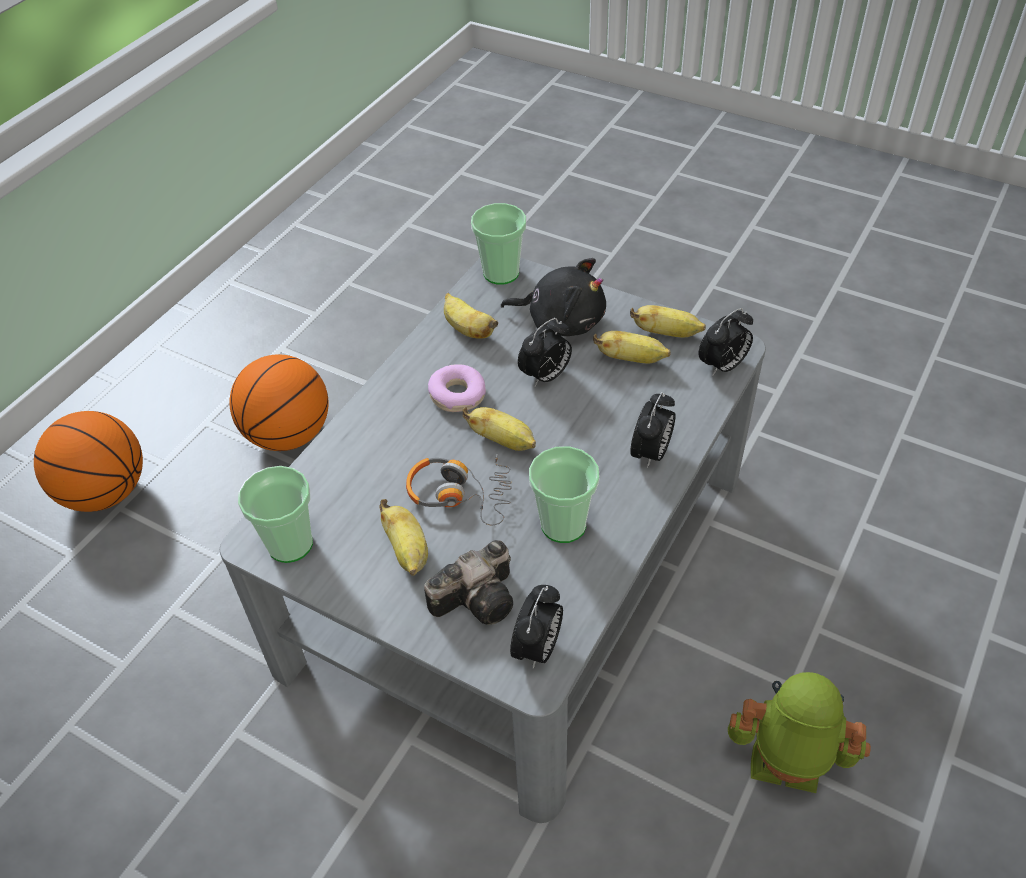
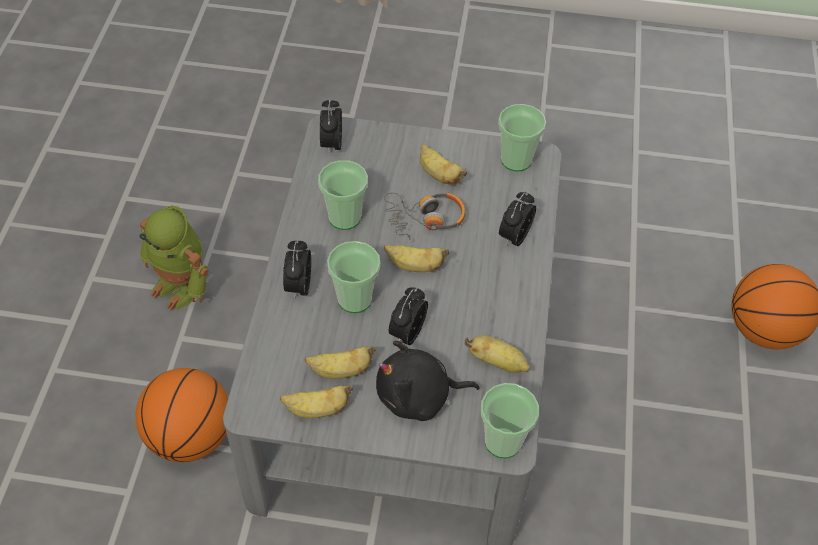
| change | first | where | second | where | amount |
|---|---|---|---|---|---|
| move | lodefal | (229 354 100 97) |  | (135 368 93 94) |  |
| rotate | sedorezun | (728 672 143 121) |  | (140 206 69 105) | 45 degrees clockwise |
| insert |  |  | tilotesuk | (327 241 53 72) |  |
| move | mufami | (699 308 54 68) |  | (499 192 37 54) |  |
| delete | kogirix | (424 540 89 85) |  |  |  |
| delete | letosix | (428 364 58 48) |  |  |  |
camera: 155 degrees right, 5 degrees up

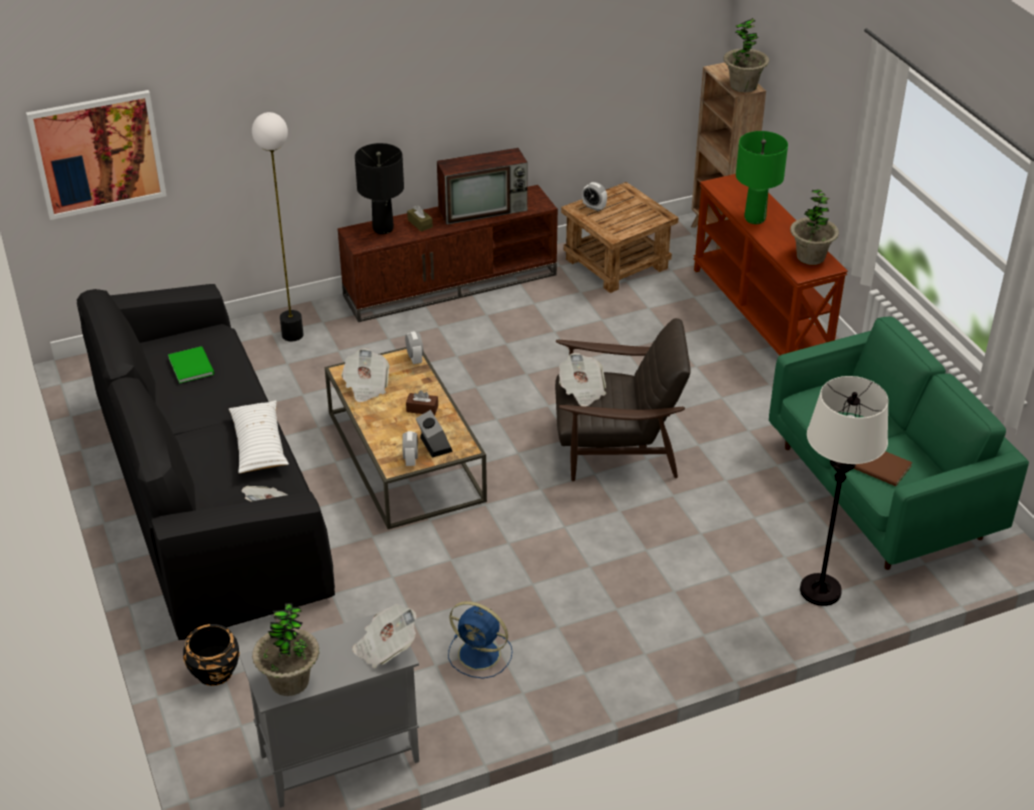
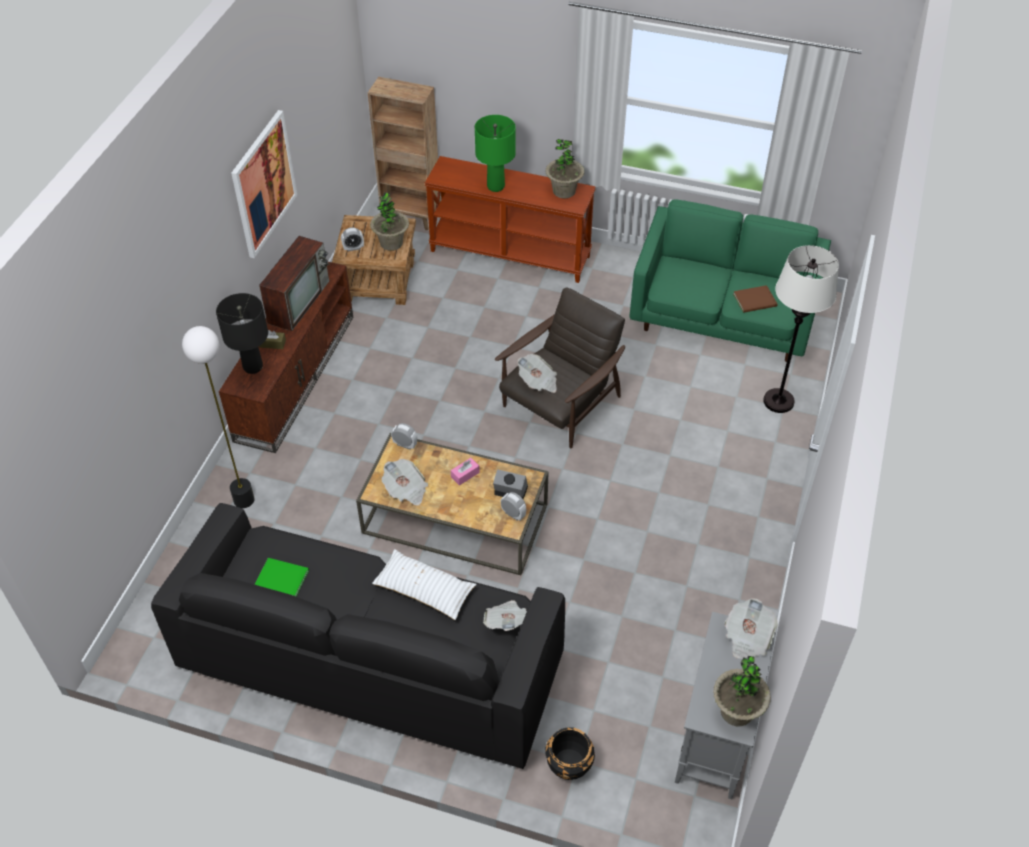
| change | first | where | second | where | amount |
|---|---|---|---|---|---|
| move | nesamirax | (26 90 141 130) |  | (231 110 66 148) |  |
| move | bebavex | (723 18 46 74) |  | (370 192 39 59) |  |
| recolor | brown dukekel | (406 390 32 26) | pink dukekel | (451 458 29 27) |  |
| delete | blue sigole | (448 601 65 77) |  |  |  |
camera: 50 degrees left, 10 degrees up

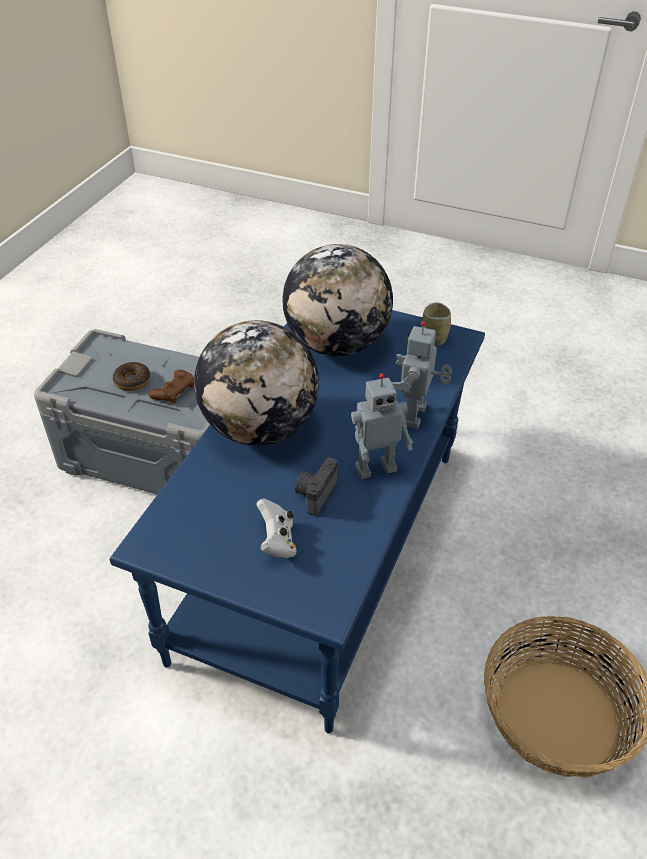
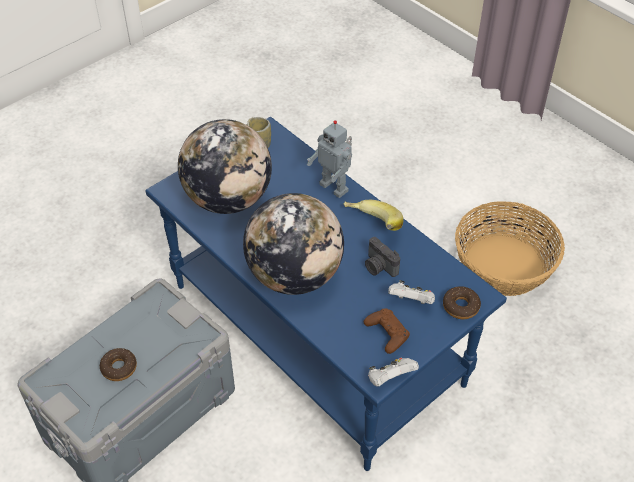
| change | first | where | second | where | amount |
|---|---|---|---|---|---|
| replace | sedorezun | (351 373 62 106) | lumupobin | (344 200 59 31) |  |
| move | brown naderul | (149 370 45 34) |  | (364 308 46 46) |  |
| insert |  |  | white naderul | (368 358 51 29) |  |
| insert |  |  | letosix | (443 286 38 33) |  |
camera: 65 degrees left, 5 degrees up

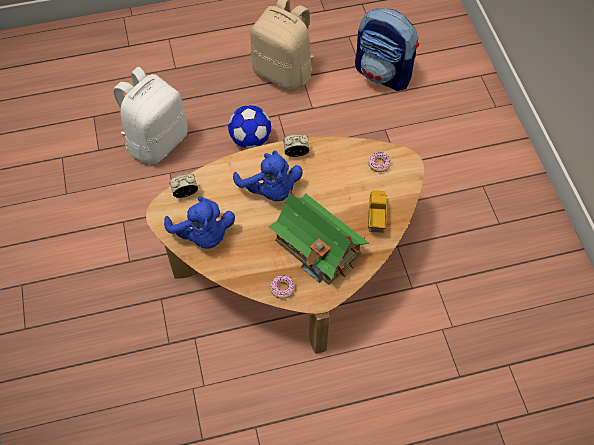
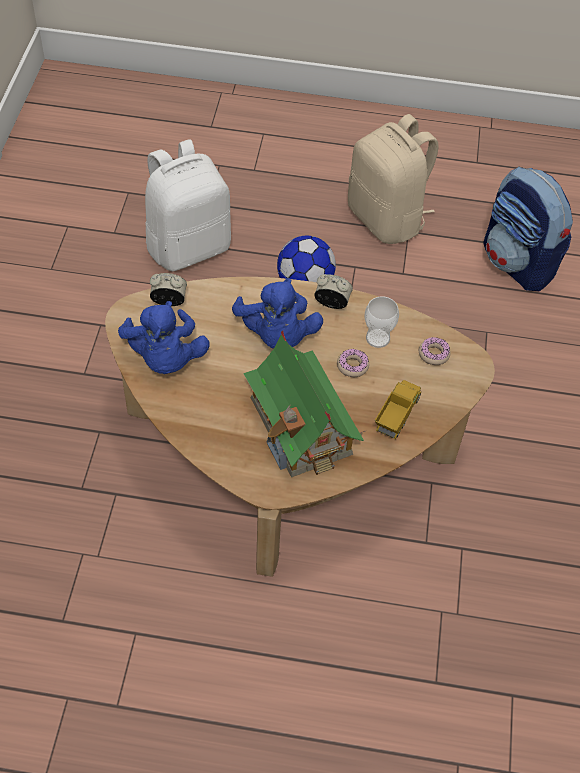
| change | first | where | second | where | amount |
|---|---|---|---|---|---|
| move | letosix | (270 276 25 23) |  | (337 349 32 28) |  |
| insert |  |  | tilotesuk | (364 296 35 52) |  |
camera: 20 degrees right, 5 degrees down

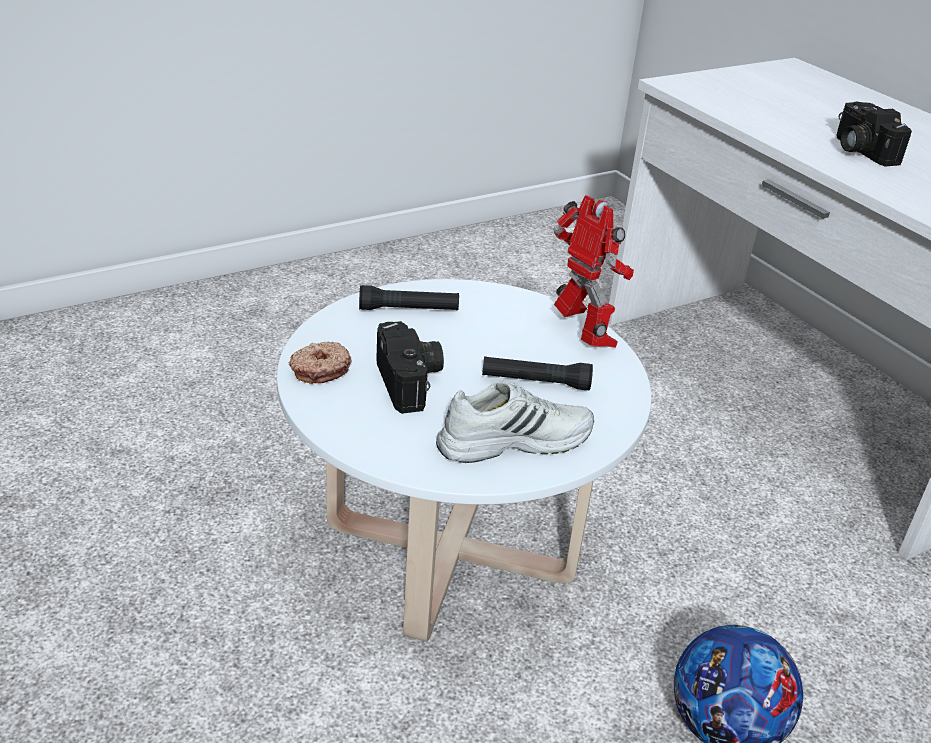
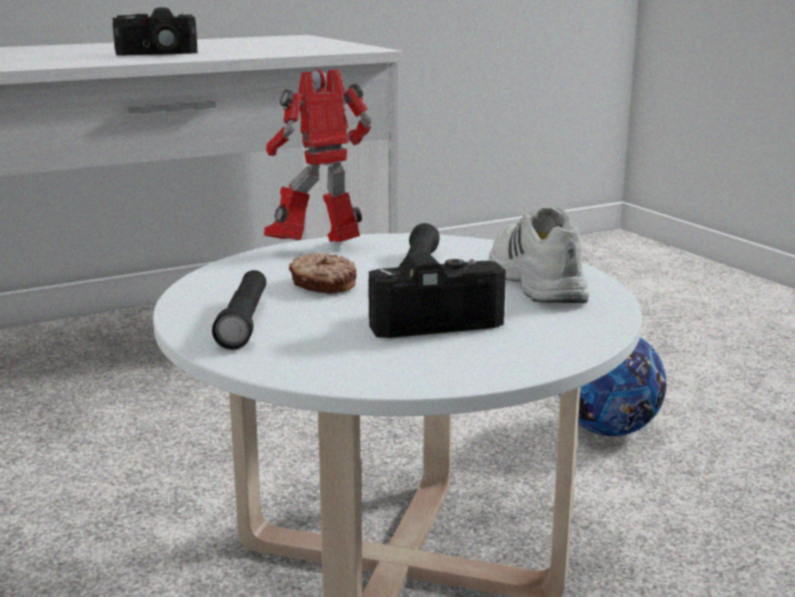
| change | first | where | second | where | amount |
|---|---|---|---|---|---|
| move | letosix | (289 342 62 42) |  | (289 253 68 41) |  |
camera: 85 degrees left, 15 degrees down

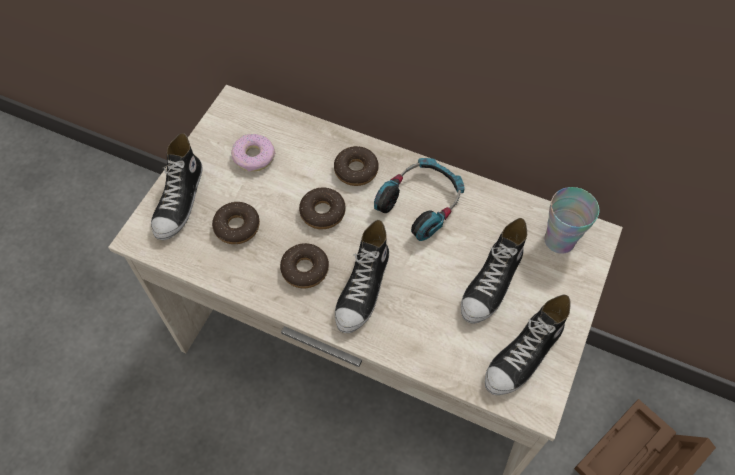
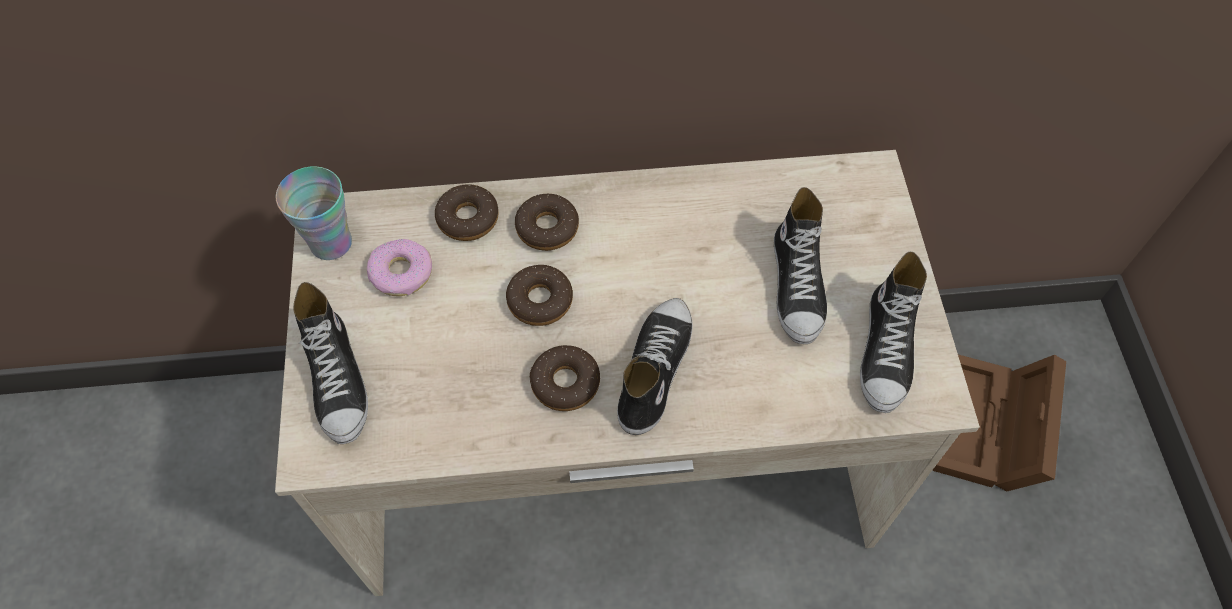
| change | first | where | second | where | amount |
|---|---|---|---|---|---|
| move | tilotesuk | (544 187 55 67) |  | (276 166 76 94) |  |
| move | letosix | (212 202 48 42) |  | (435 184 64 57) |  |
| rotate | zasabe | (335 220 54 113) |  | (617 298 76 137) | 150 degrees counterclockwise |
| delete | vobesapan | (374 158 91 83) |  |  |  |
camera: 30 degrees left, 0 degrees up

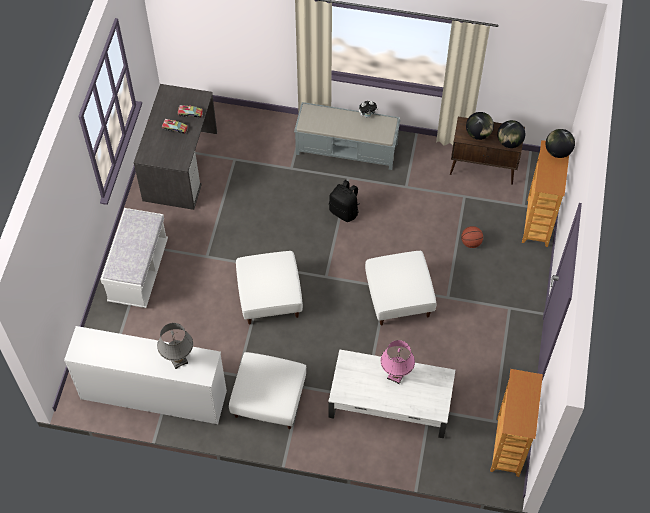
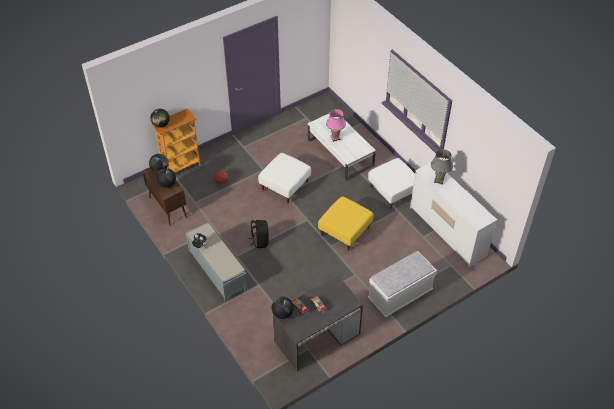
| change | first | where | second | where | amount |
|---|---|---|---|---|---|
| insert |  |  | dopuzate | (272 297 22 22) |  |
| recolor | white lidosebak | (236 251 67 73) | yellow lidosebak | (318 196 55 55) |  |
| delete | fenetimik | (490 369 53 108) |  |  |  |
camera: 135 degrees left, 10 degrees down

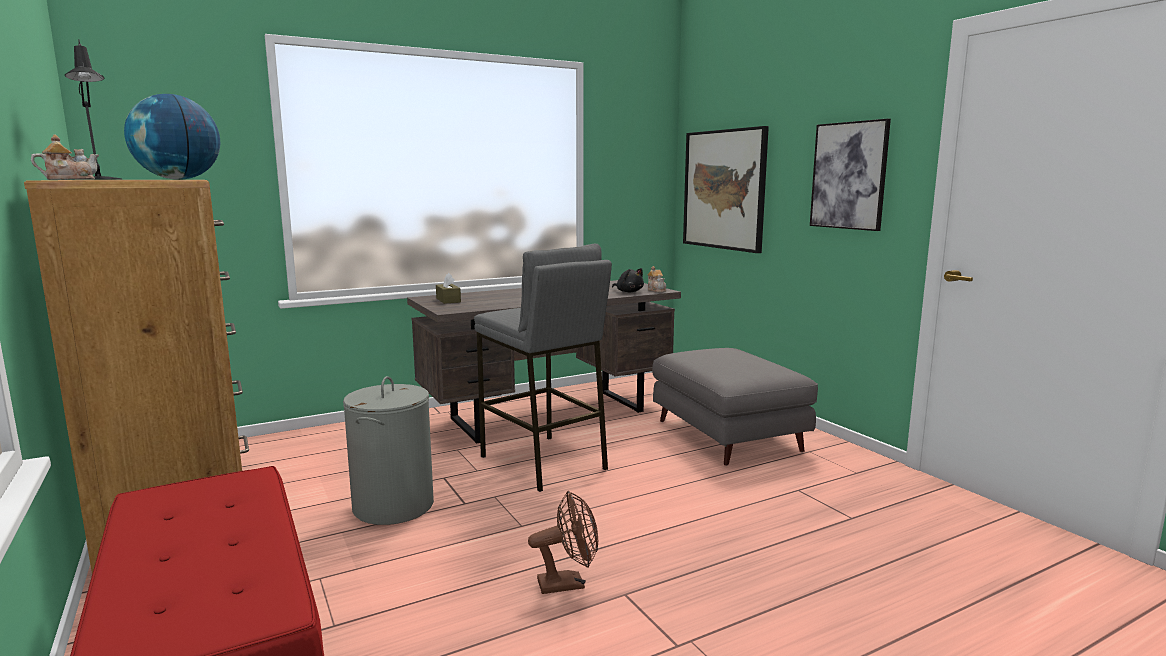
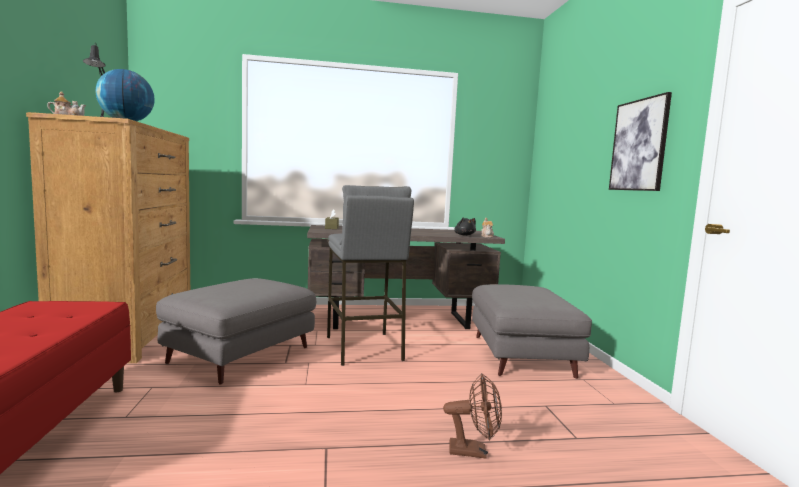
| change | first | where | second | where | amount |
|---|---|---|---|---|---|
| replace | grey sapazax | (343 376 91 149) | grey lidosebak | (156 278 160 107) |  |
| move | brown sigole | (528 491 70 103) |  | (443 373 59 86) |  |
| delete | nesamirax | (683 126 86 127) |  |  |  |
camera: 20 degrees right, 5 degrees down

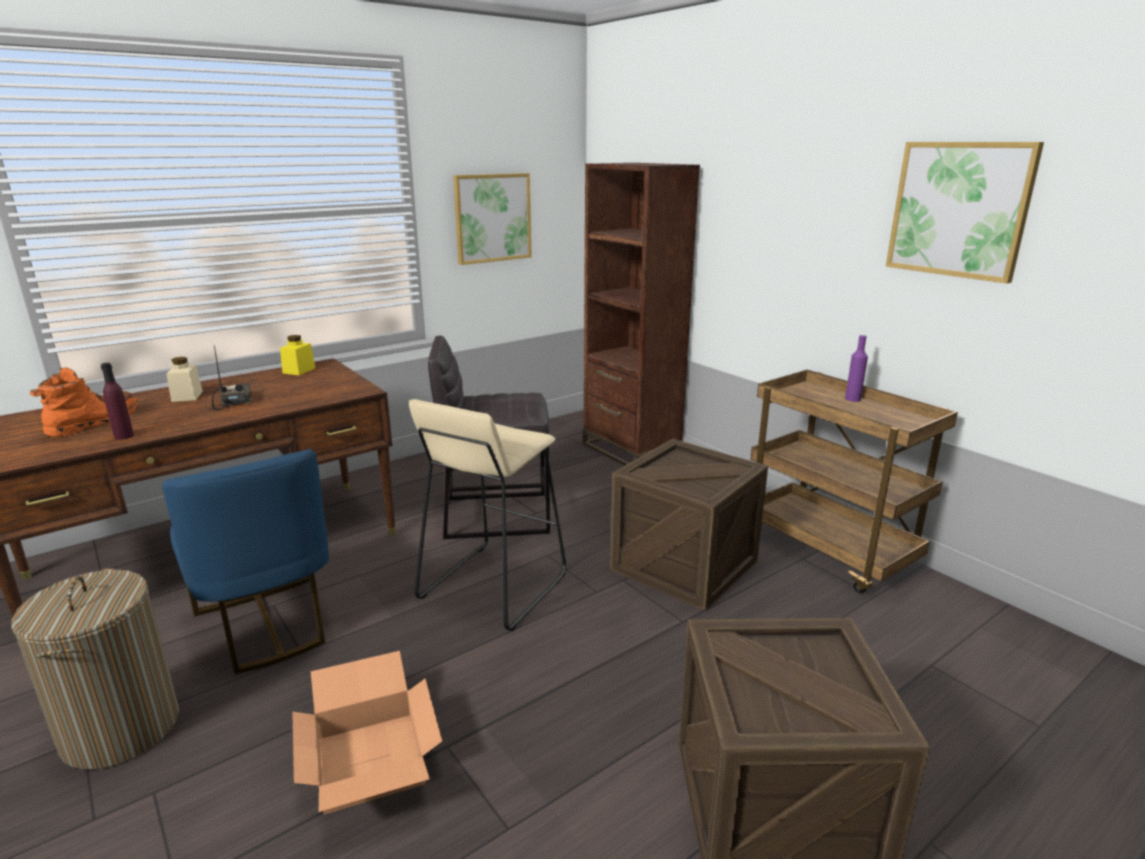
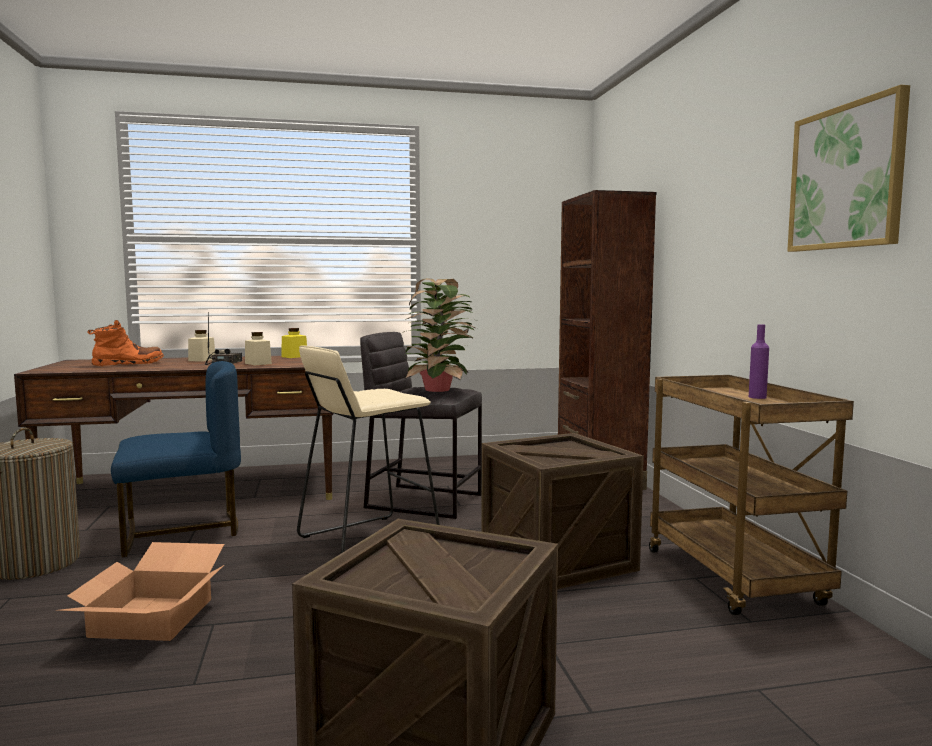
| change | first | where | second | where | amount |
|---|---|---|---|---|---|
| rotate | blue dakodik | (162 449 167 225) |  | (111 361 130 196) | 105 degrees counterclockwise |
| insert |  |  | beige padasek | (245 332 27 33) |  |
| insert |  |  | bebavex | (403 278 74 114) |  |
| delete | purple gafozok | (101 363 33 77) |  |  |  |
| delete | nesamirax | (453 173 79 92) |  |  |  |
camera: 25 degrees right, 15 degrees down

